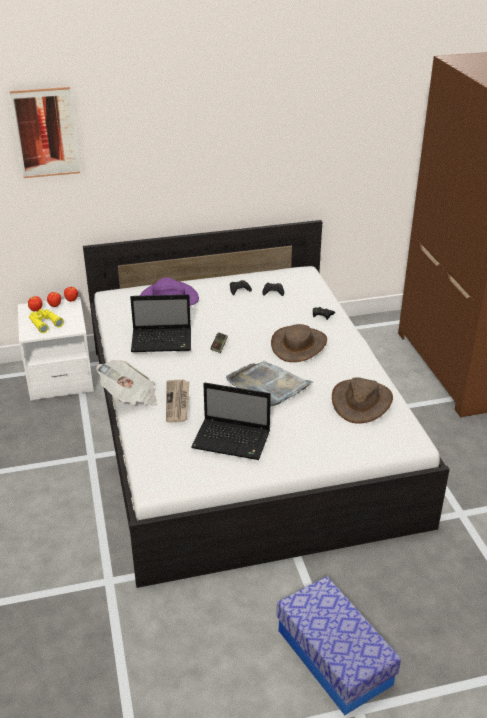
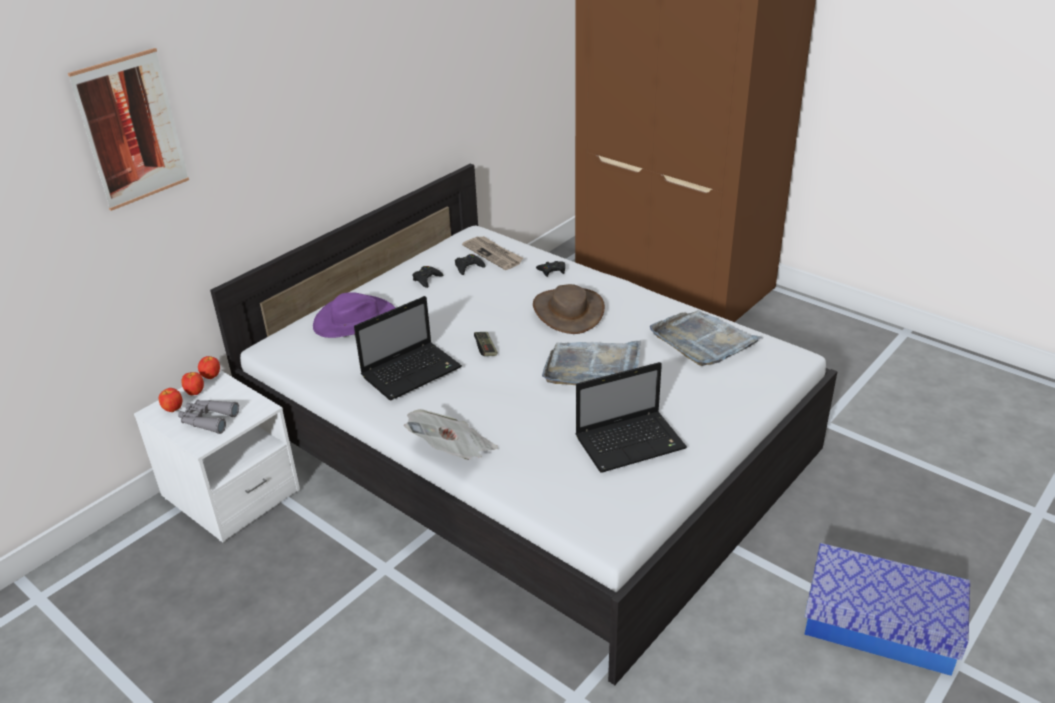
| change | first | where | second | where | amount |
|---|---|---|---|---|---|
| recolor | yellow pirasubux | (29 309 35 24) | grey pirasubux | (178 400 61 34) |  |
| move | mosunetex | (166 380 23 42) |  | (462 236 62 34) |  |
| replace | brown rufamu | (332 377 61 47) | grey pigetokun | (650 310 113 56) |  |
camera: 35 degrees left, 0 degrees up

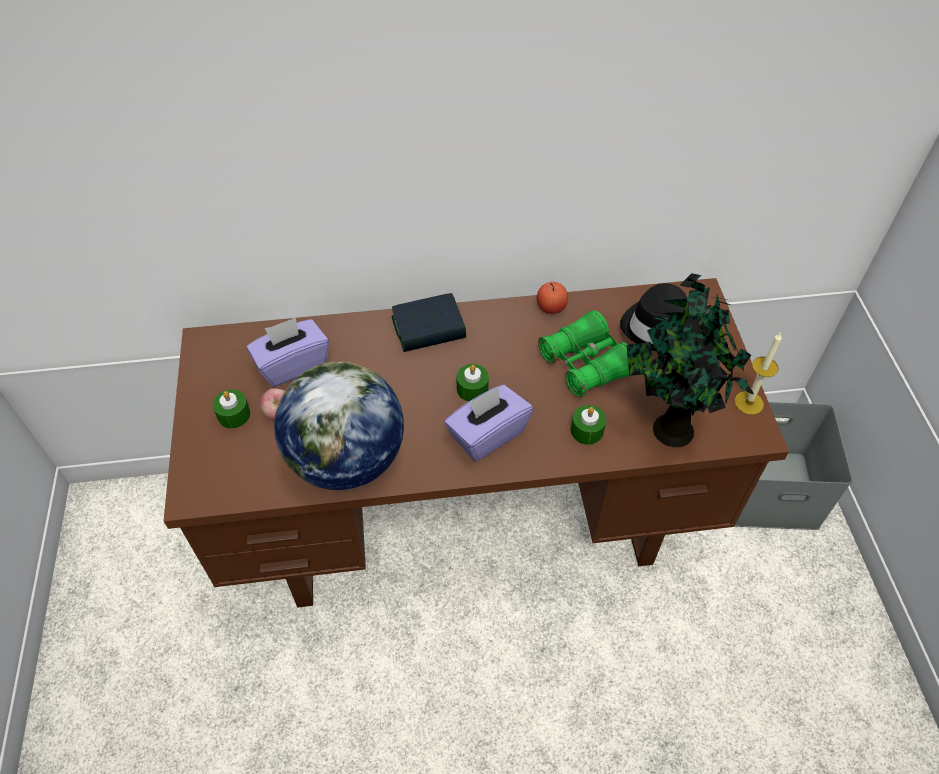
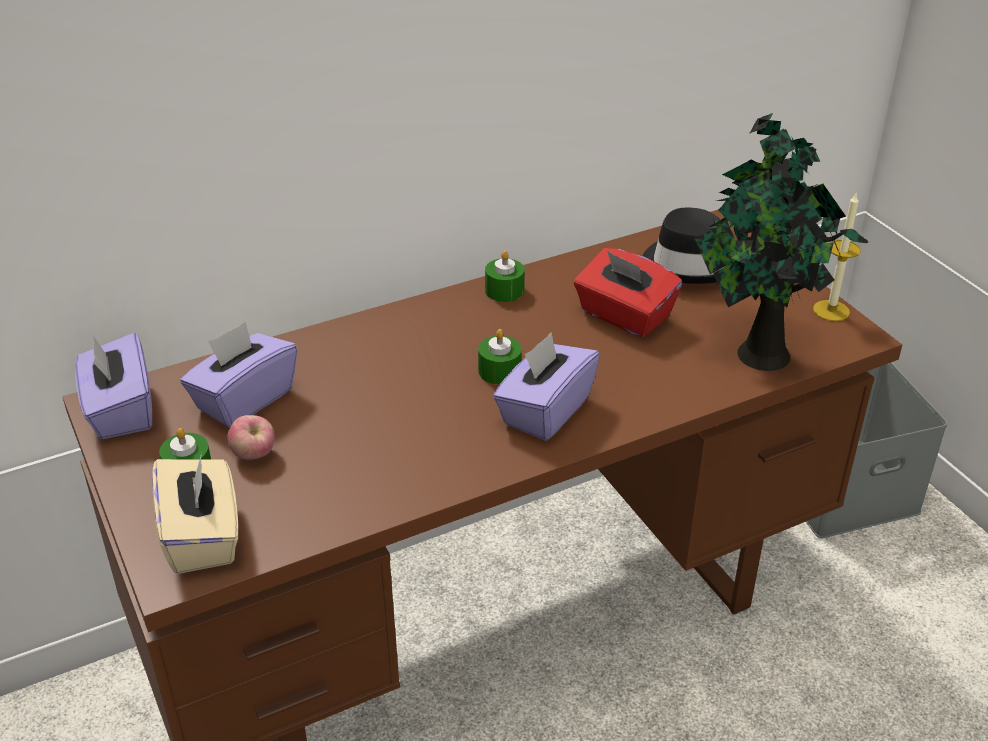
| change | first | where | second | where | amount |
|---|---|---|---|---|---|
| insert |  |  | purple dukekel | (75 333 77 106) |  |
| insert |  |  | beige dukekel | (152 453 87 121) |  |
| move | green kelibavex | (571 405 35 40) |  | (485 250 40 52) |  |
| replace | green pirasubux | (538 310 91 87) | red dukekel | (574 248 108 89) |  |
| delete | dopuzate | (274 361 130 129) |  |  |  |
| delete | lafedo | (392 293 74 59) |  |  |  |
| delete | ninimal | (537 282 31 32) |  |  |  |
camera: 20 degrees left, 15 degrees down

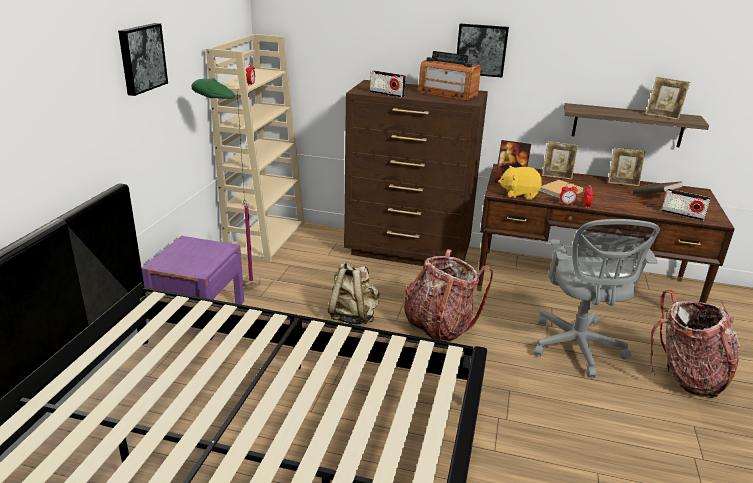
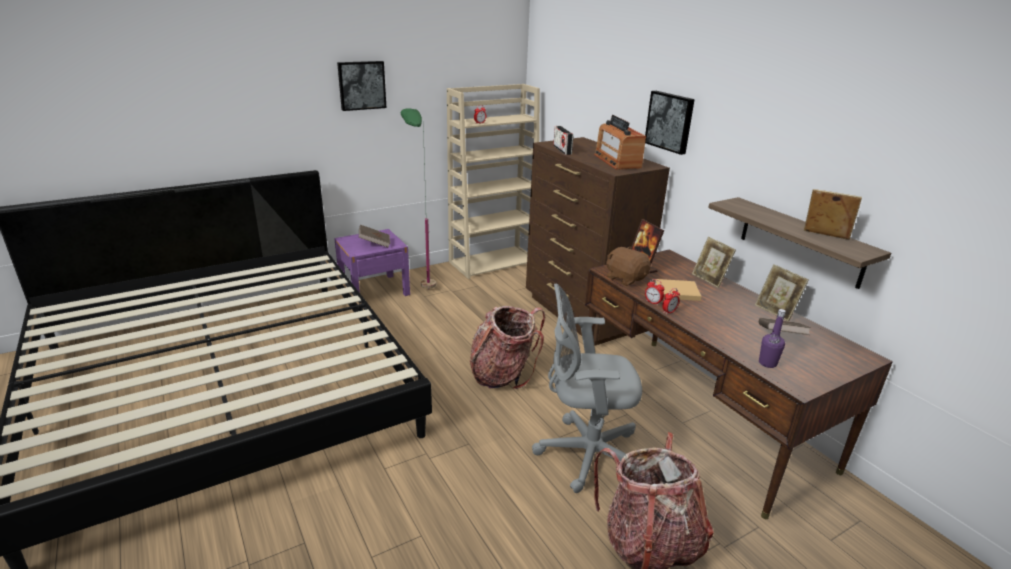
| change | first | where | second | where | amount |
|---|---|---|---|---|---|
| insert |  |  | brown lafedo | (359 225 31 23) |  |
| rotate | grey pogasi | (534 219 126 159) |  | (532 283 110 210) | 45 degrees clockwise |
| recolor | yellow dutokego | (498 166 44 33) | brown dutokego | (606 247 45 39) |  |
| replace | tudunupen | (661 189 50 32) | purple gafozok | (759 309 27 59) |  |
| rotate | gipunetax | (645 77 45 43) |  | (804 189 58 51) | 135 degrees clockwise |
| delete | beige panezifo | (328 262 51 63) |  |  |  |
camera: 45 degrees right, 0 degrees up

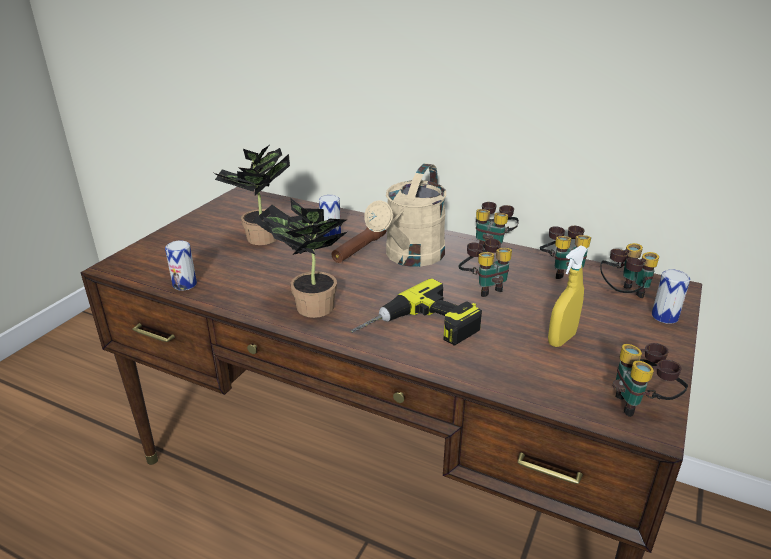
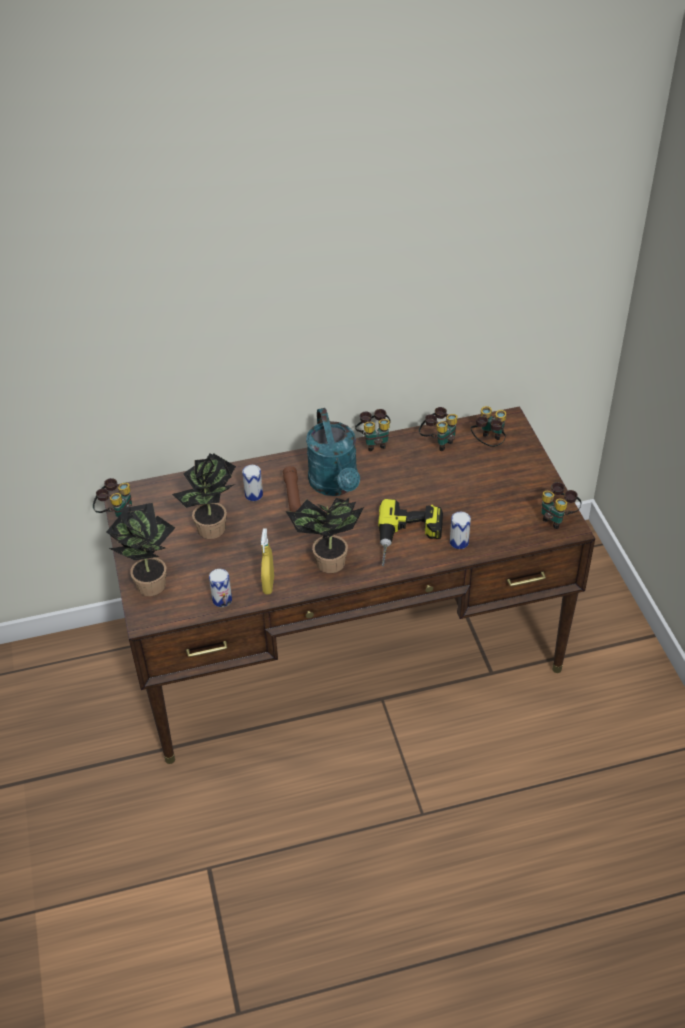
| change | first | where | second | where | amount |
|---|---|---|---|---|---|
| move | pirasubux | (458 238 54 59) |  | (93 478 39 39) |  |
| insert |  |  | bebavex | (106 503 69 93) |  |
| move | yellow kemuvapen | (548 245 39 102) |  | (261 529 13 66) |  |
| recolor | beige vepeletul | (364 163 82 104) | turquoise vepeletul | (306 408 54 88) |  |
| move | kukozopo | (652 269 38 55) |  | (450 511 21 38) |  |
camera: 40 degrees left, 15 degrees up

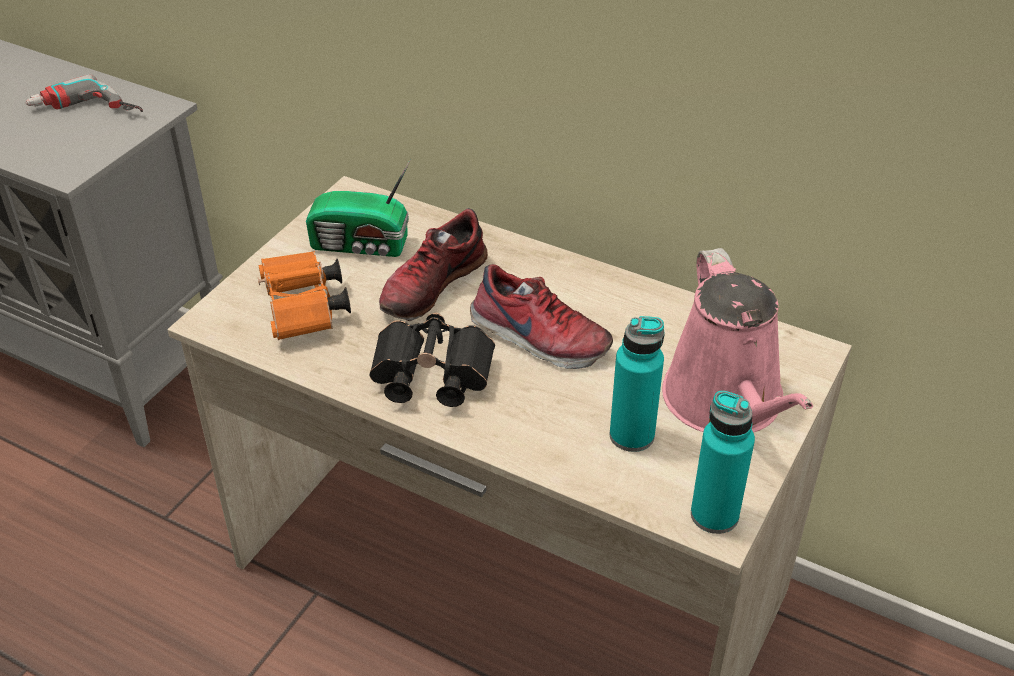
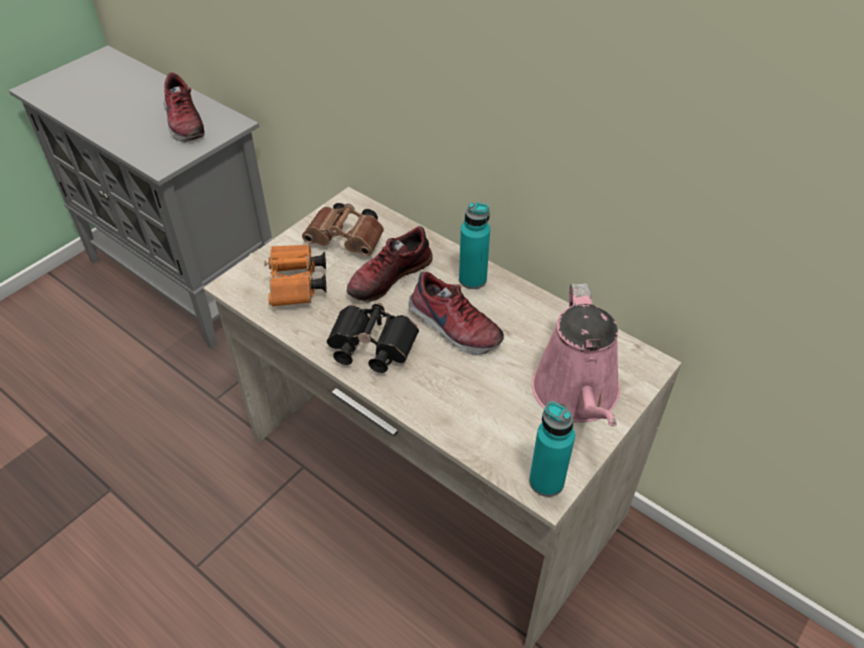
| change | first | where | second | where | amount |
|---|---|---|---|---|---|
| replace | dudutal | (25 74 118 38) | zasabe | (164 72 41 70) |  |
| replace | tudunupen | (306 159 105 98) | brown pirasubux | (302 203 82 53) |  |
| move | turquoise gafozok | (610 316 55 136) |  | (459 202 31 87) |  |
camera: 10 degrees right, 5 degrees up

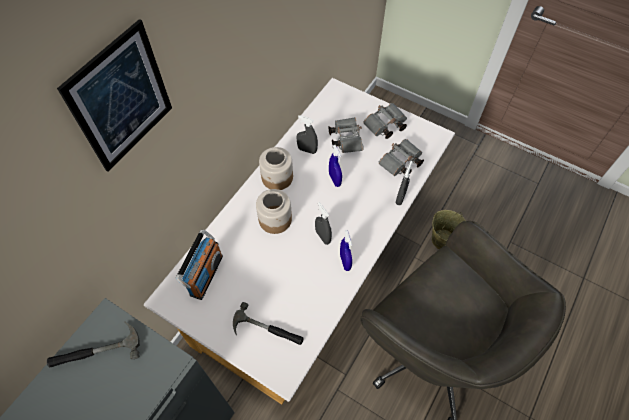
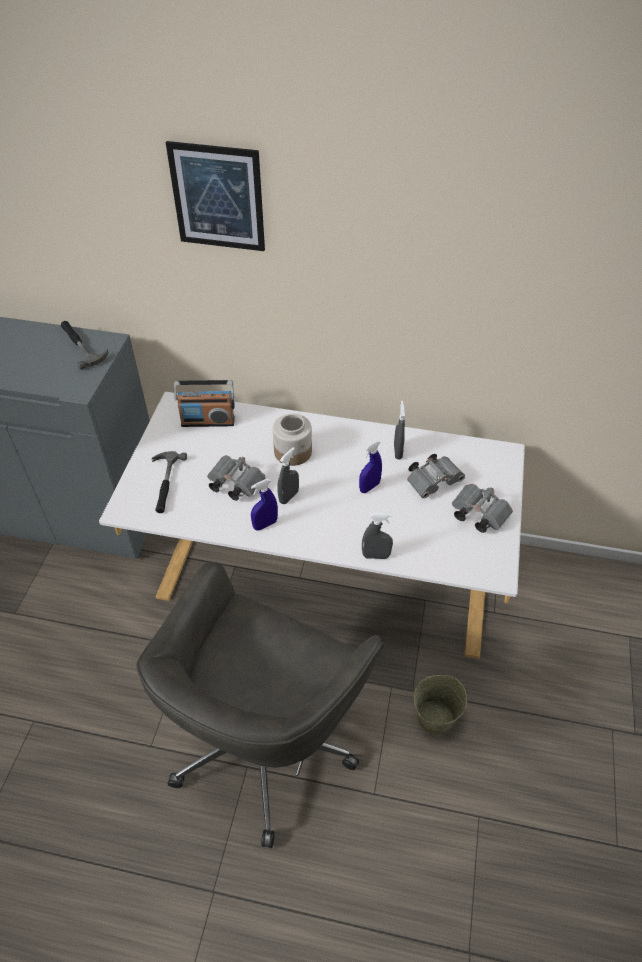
| change | first | where | second | where | amount |
|---|---|---|---|---|---|
| move | grey pirasubux | (379 139 45 37) |  | (207 455 58 46) |  |
| delete | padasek | (259 147 34 43) |  |  |  |
camera: 70 degrees right, 10 degrees down

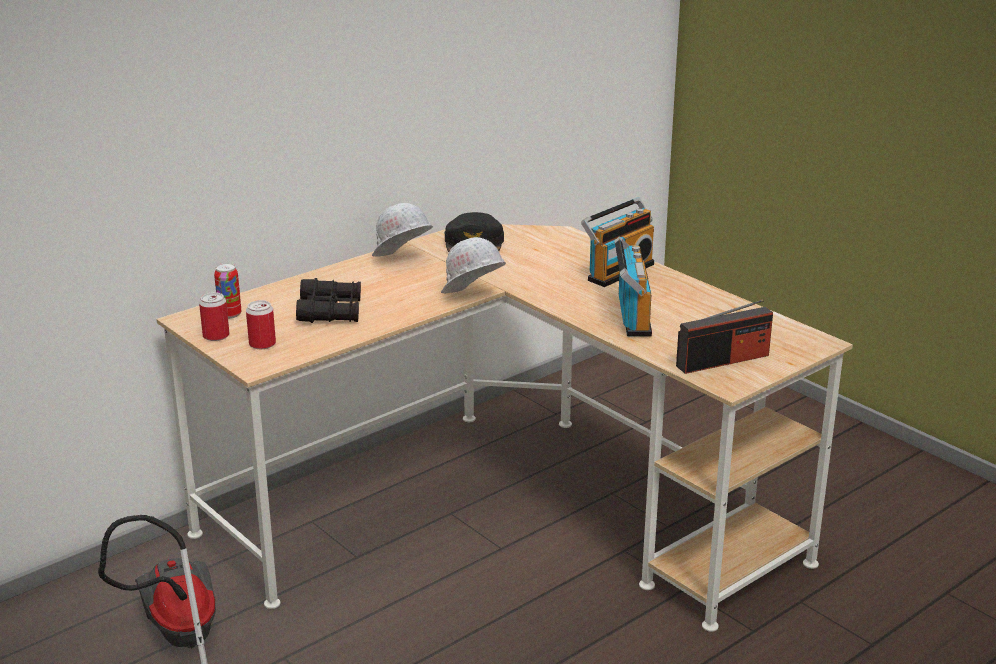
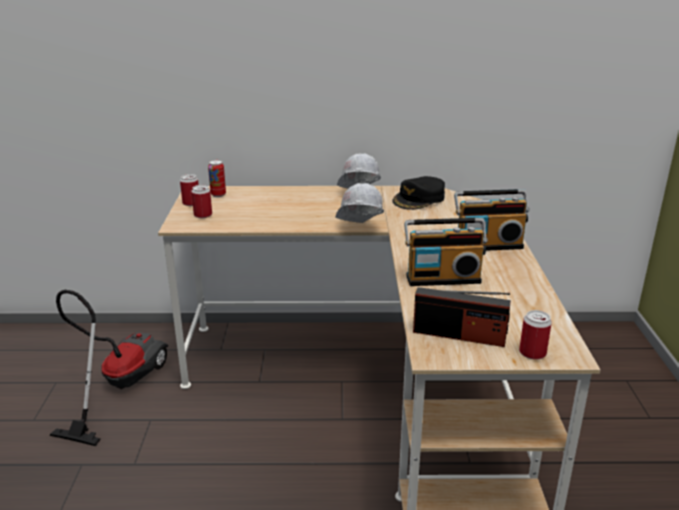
| change | first | where | second | where | amount |
|---|---|---|---|---|---|
| rotate | tudunupen | (615 236 37 101) |  | (404 218 84 68) | 45 degrees clockwise |
| insert |  |  | kukozopo | (519 310 33 50) |  |
| delete | black pirasubux | (296 278 65 45) |  |  |  |
camera: 40 degrees right, 0 degrees up

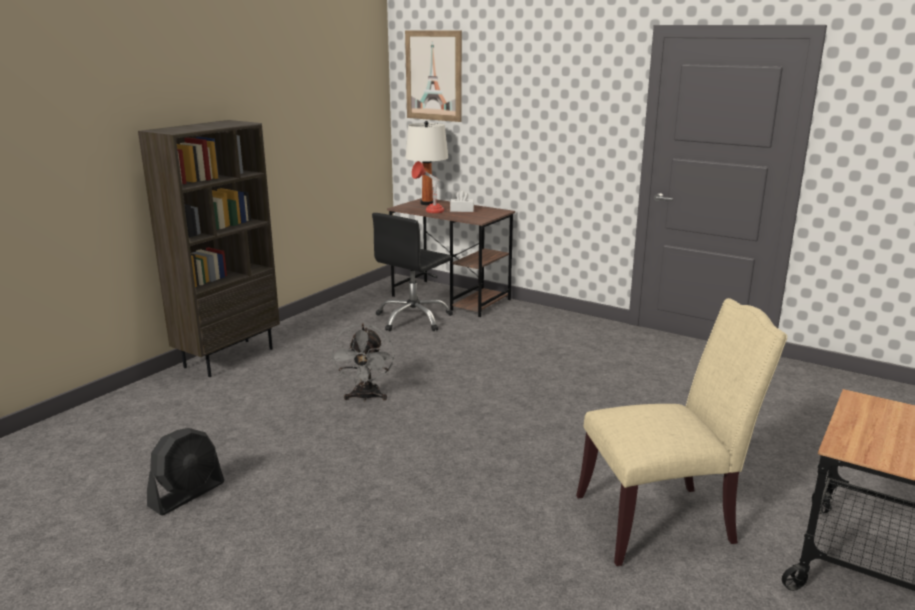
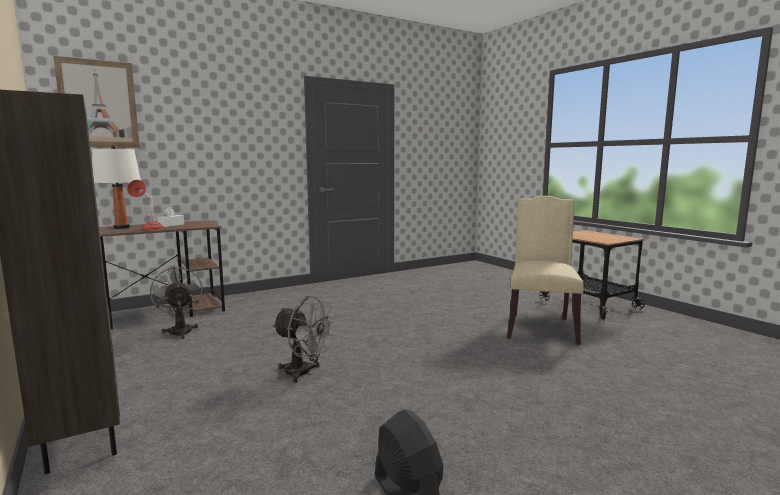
| change | first | where | second | where | amount |
|---|---|---|---|---|---|
| replace | black pogasi | (372 213 81 118) | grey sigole | (150 266 52 73) |  |
camera: 65 degrees left, 10 degrees down

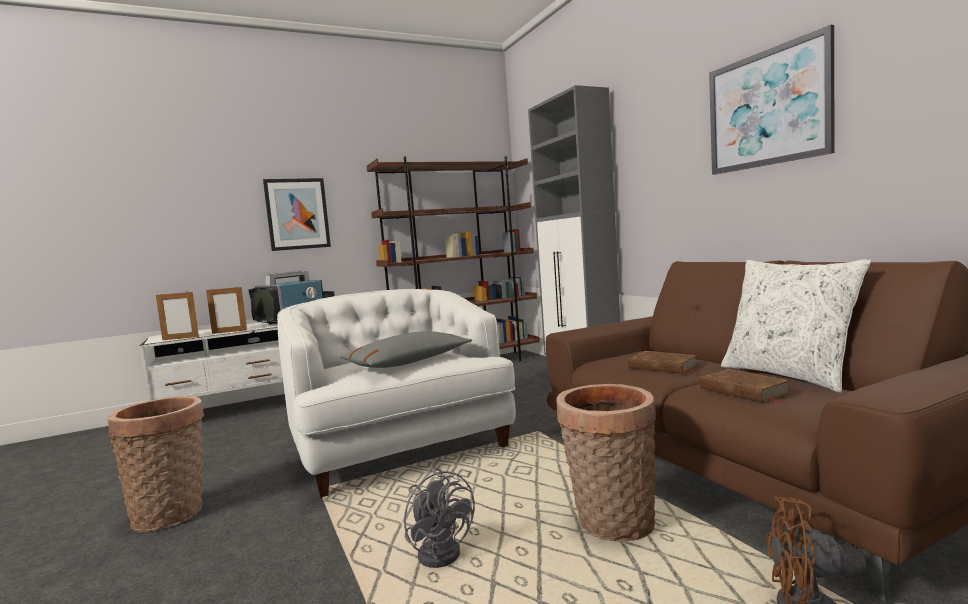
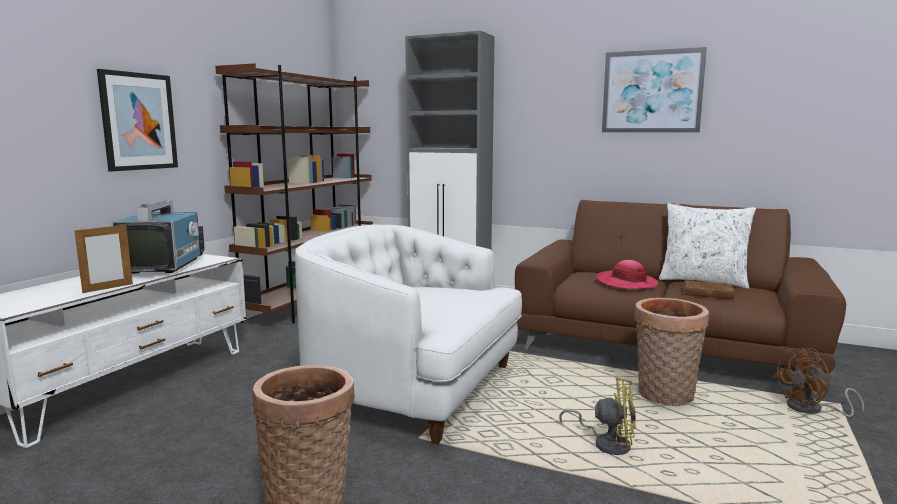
| change | first | where | second | where | amount |
|---|---|---|---|---|---|
| recolor | grey sigole | (404 468 71 100) | yellow sigole | (559 378 77 77) |  |
| replace | brown lafedo | (628 351 69 23) | rufamu | (596 260 63 29) |  |
| delete | gipunetax | (156 292 43 48) |  |  |  |
| delete | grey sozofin | (341 331 131 37) |  |  |  |
camera: 40 degrees left, 5 degrees up

